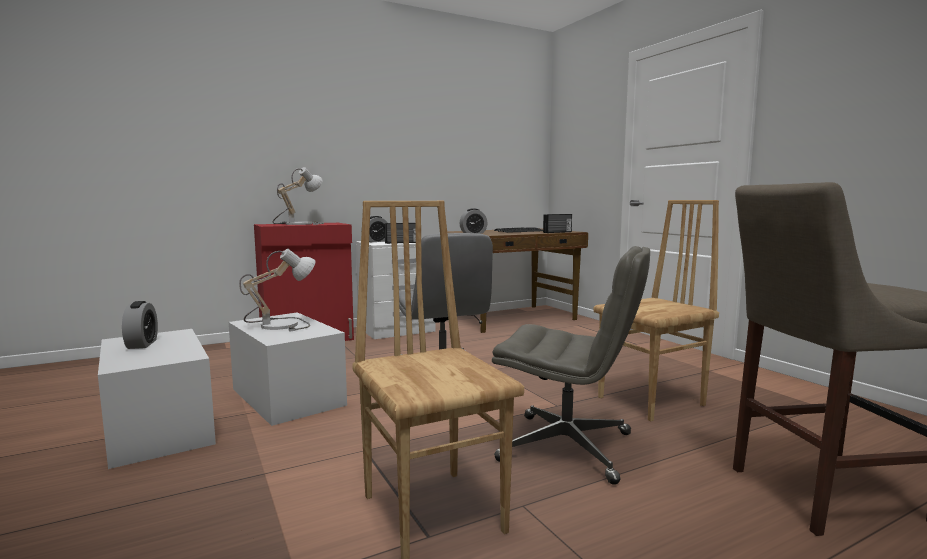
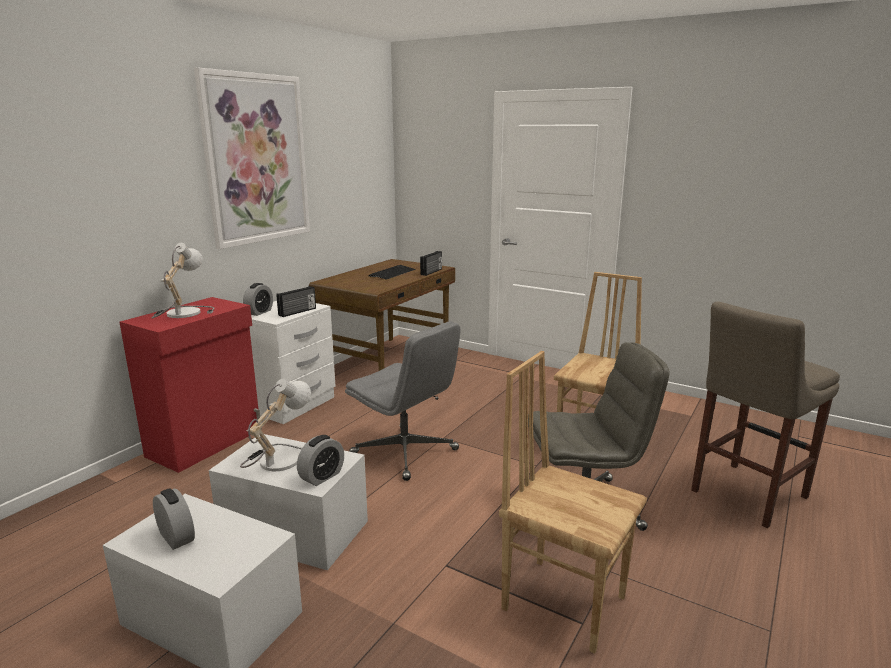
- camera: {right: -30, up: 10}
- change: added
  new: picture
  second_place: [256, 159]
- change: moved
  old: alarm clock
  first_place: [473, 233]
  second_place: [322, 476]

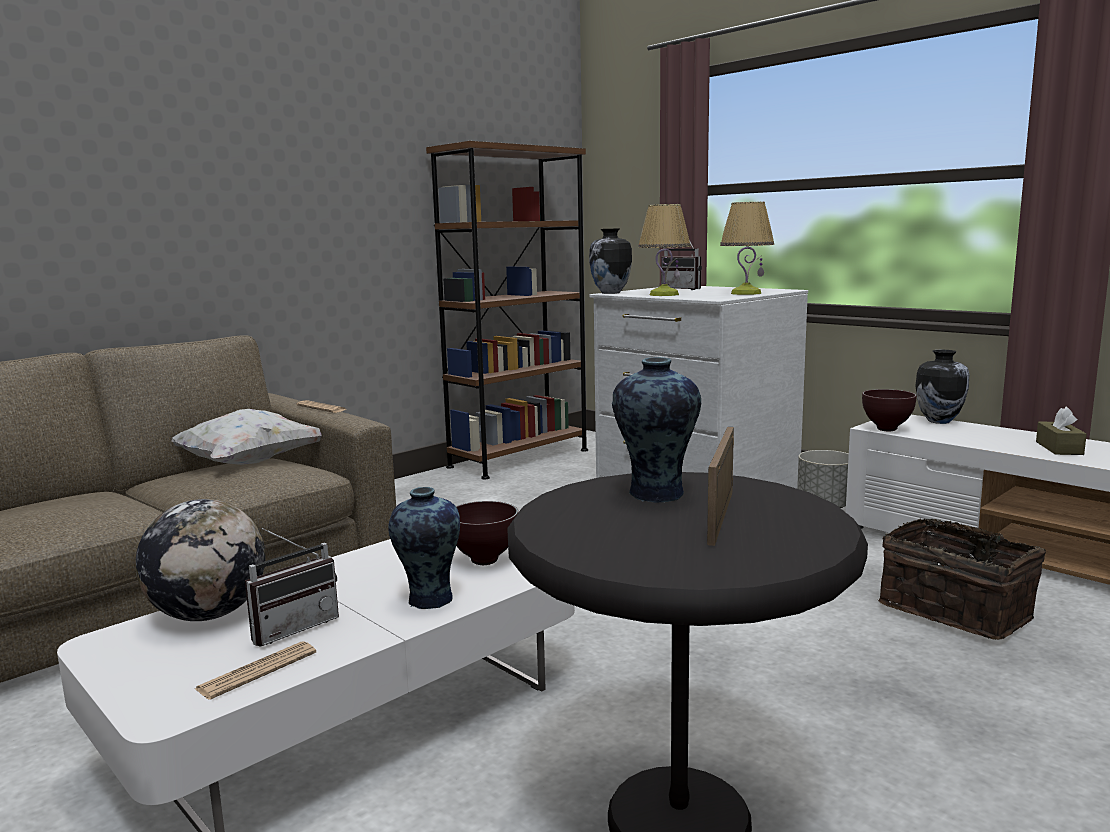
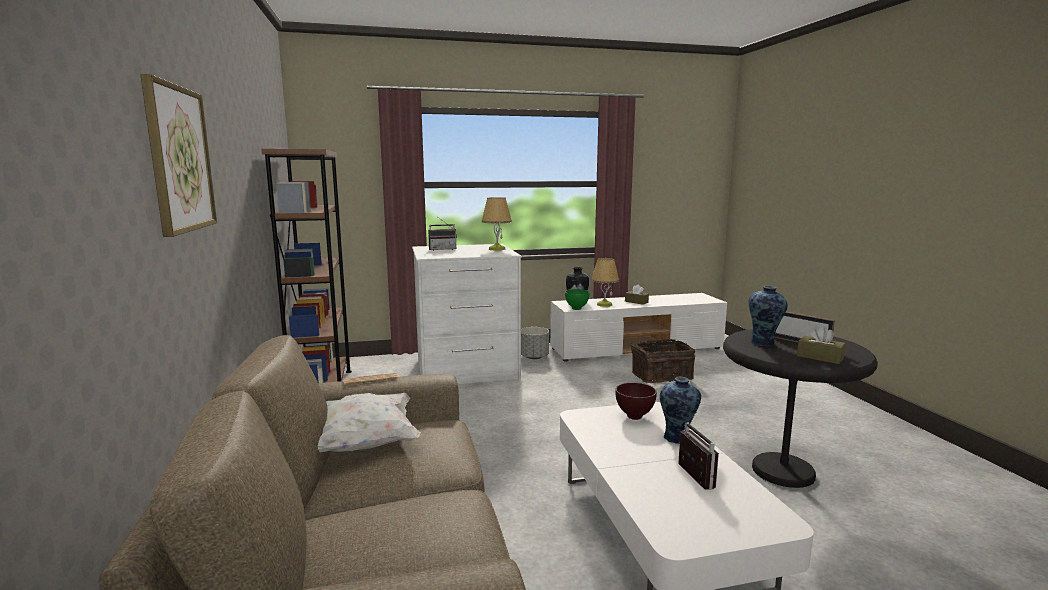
- camera: {right: -60, up: 0}
- change: removed
  old: globe
  first_place: [209, 614]
- change: removed
  old: newspaper
  first_place: [257, 671]
- change: removed
  old: vase
  first_place: [610, 293]
- change: added
  new: picture
  second_place: [179, 159]
- change: added
  new: brown tissue box
  second_place: [820, 357]
- change: moved
  old: table lamp
  first_place: [664, 294]
  second_place: [604, 304]
- change: recoloured
  old: brown bowl
  new: green bowl
  first_place: [886, 429]
  second_place: [576, 309]

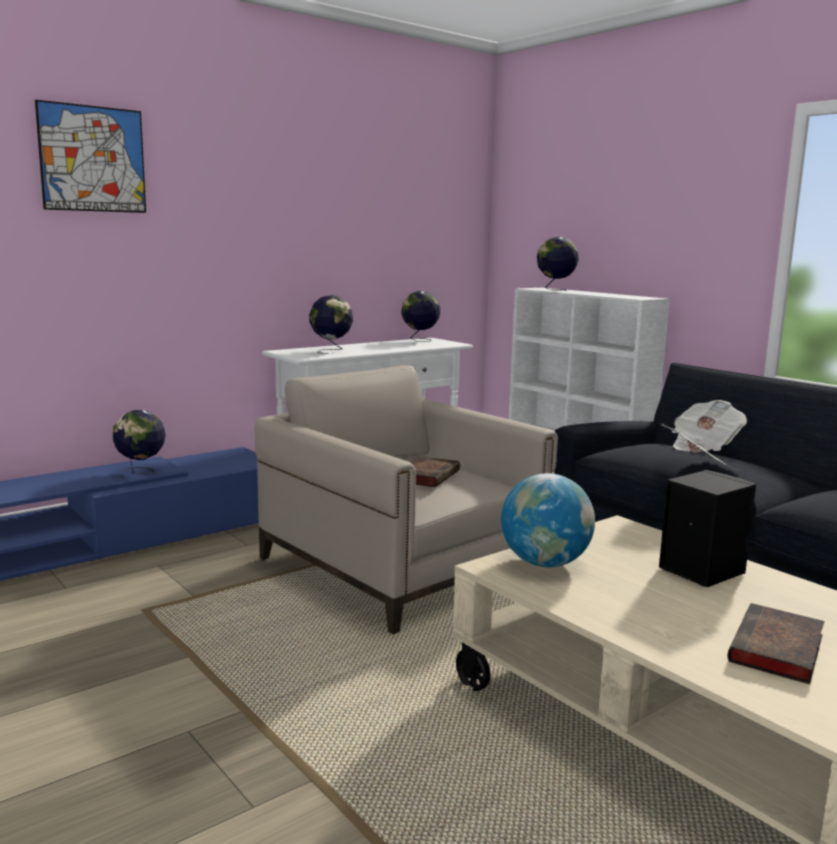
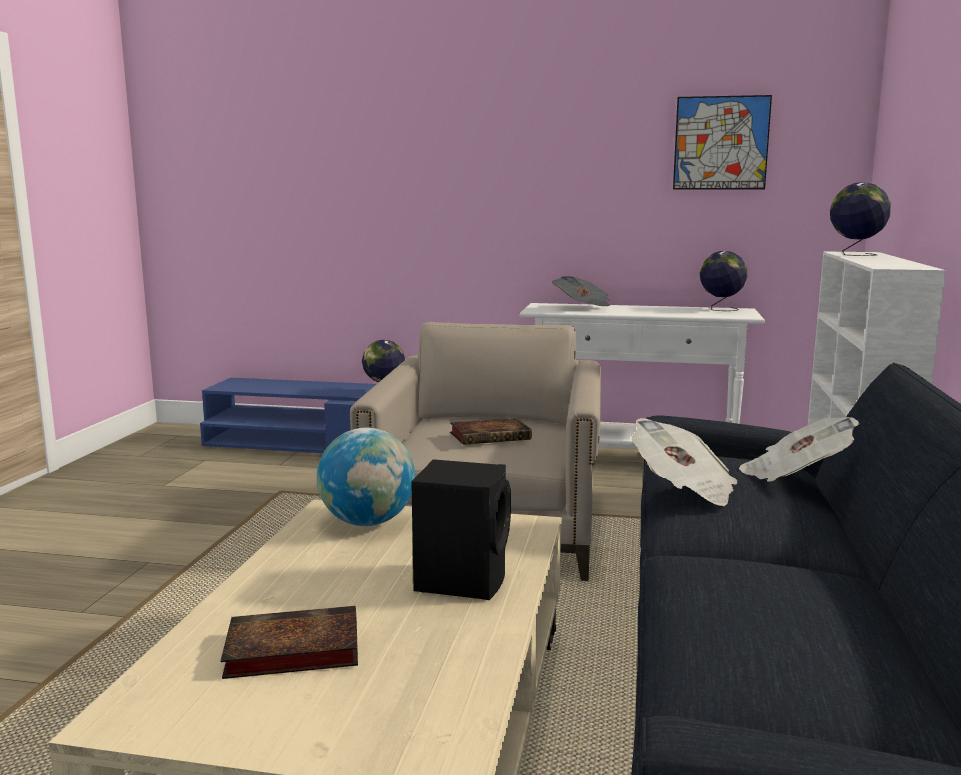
- camera: {right: 50, up: 0}
- change: moved
  old: picture
  first_place: [92, 159]
  second_place: [721, 143]
- change: replaced
  old: globe
  new: newspaper
  first_place: [331, 351]
  second_place: [583, 308]

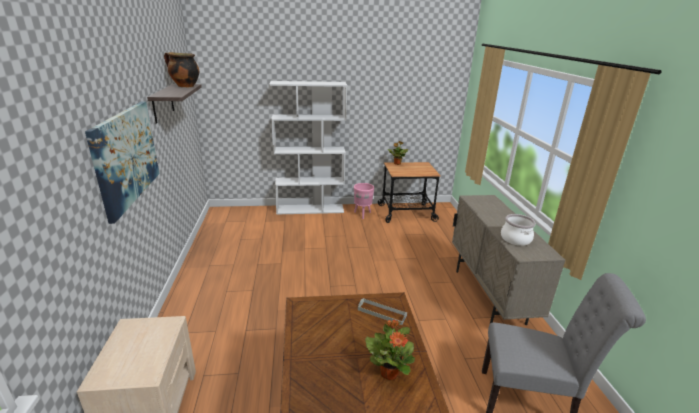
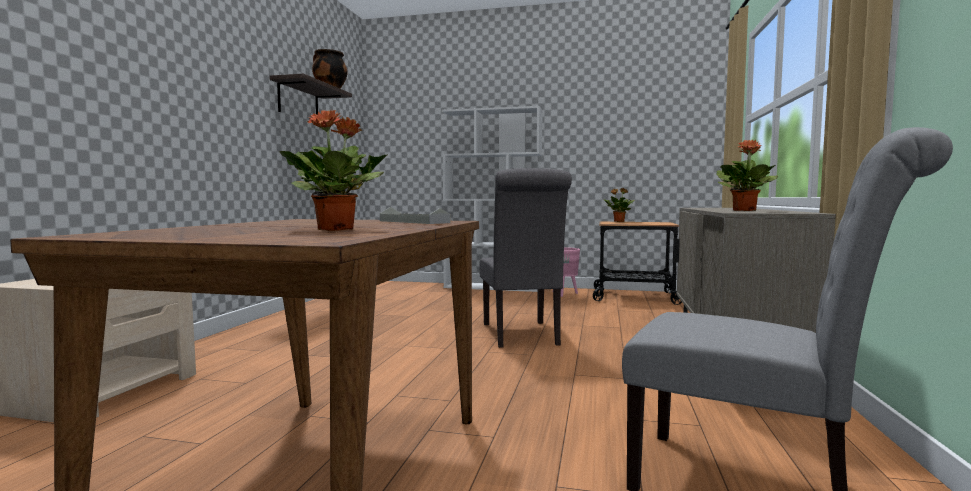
- camera: {right: 20, up: -20}
- change: removed
  old: picture
  first_place: [126, 156]
- change: added
  new: grey chair
  second_place: [522, 335]
- change: replaced
  old: cooking pot
  new: potted plant
  first_place: [516, 239]
  second_place: [744, 210]

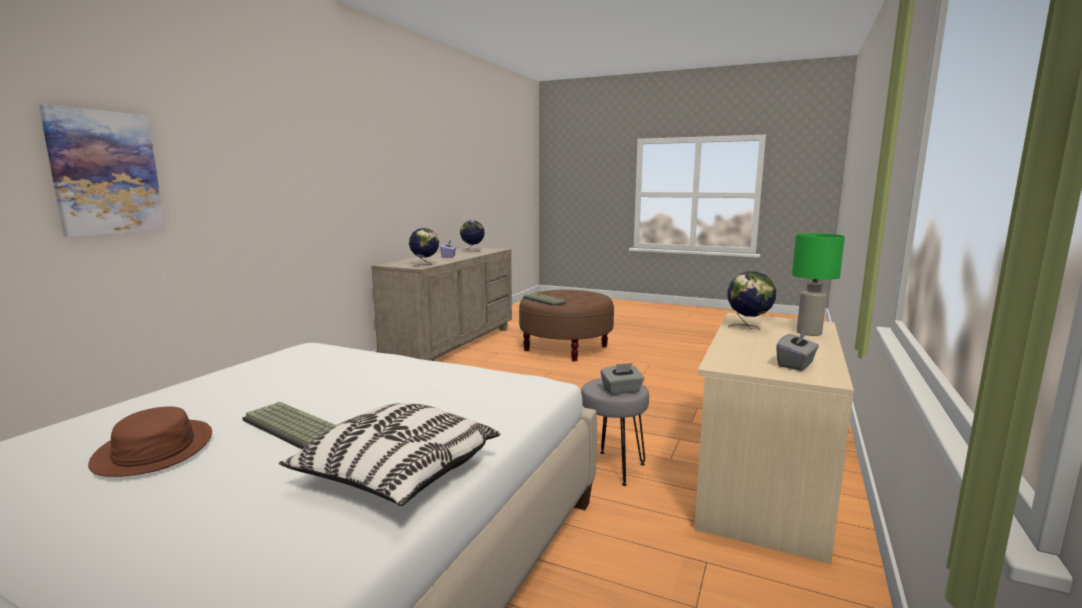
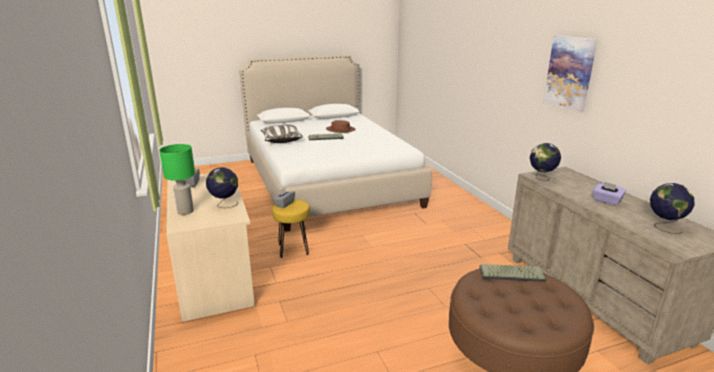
- camera: {right: 135, up: 10}
- change: moved
  old: picture
  first_place: [105, 173]
  second_place: [570, 72]
- change: recoloured
  old: grey stool
  new: yellow stool
  first_place: [612, 467]
  second_place: [293, 249]

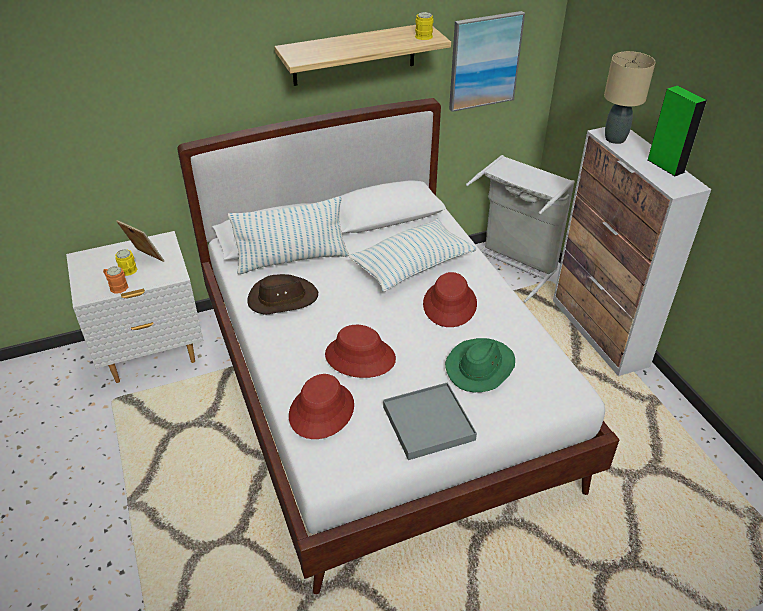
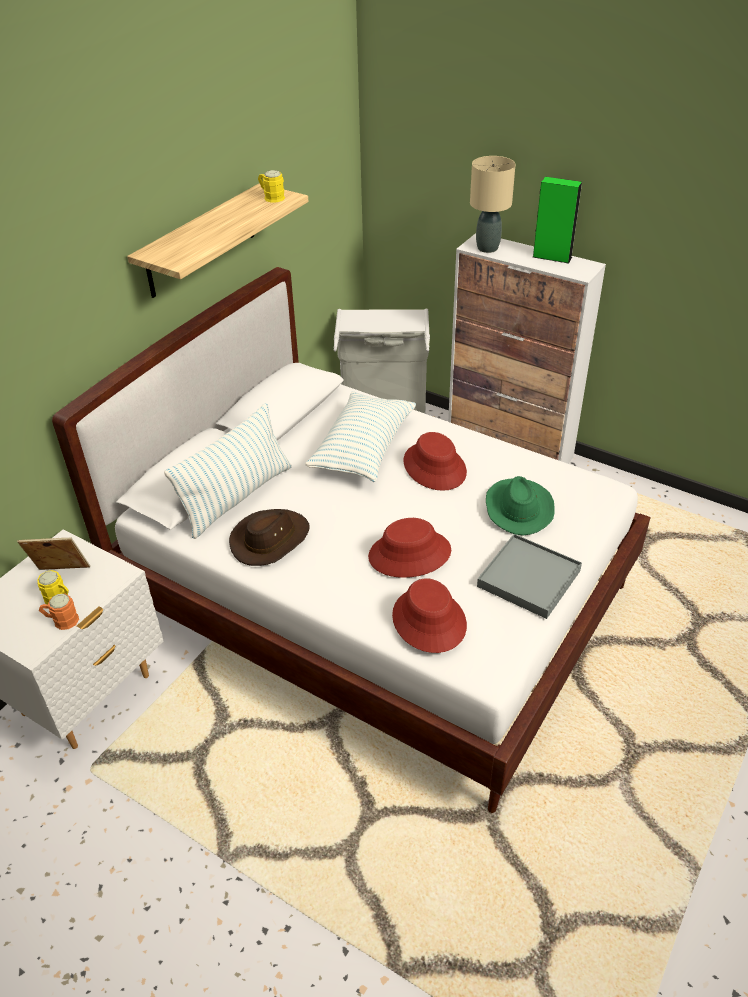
- camera: {right: -35, up: 0}
- change: removed
  old: picture
  first_place: [484, 61]

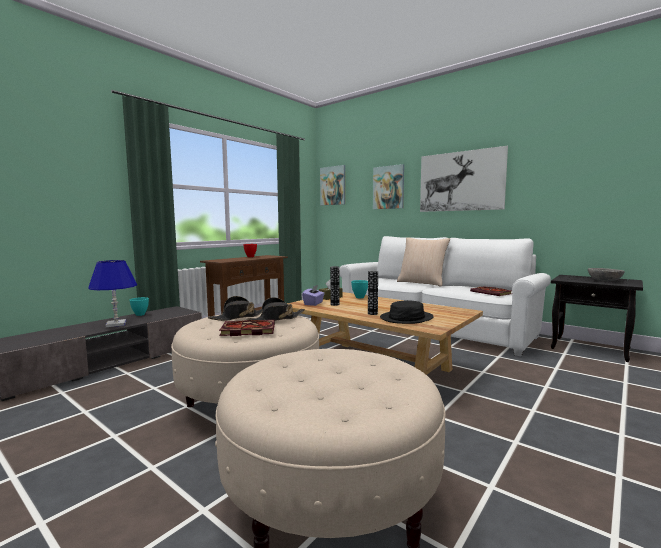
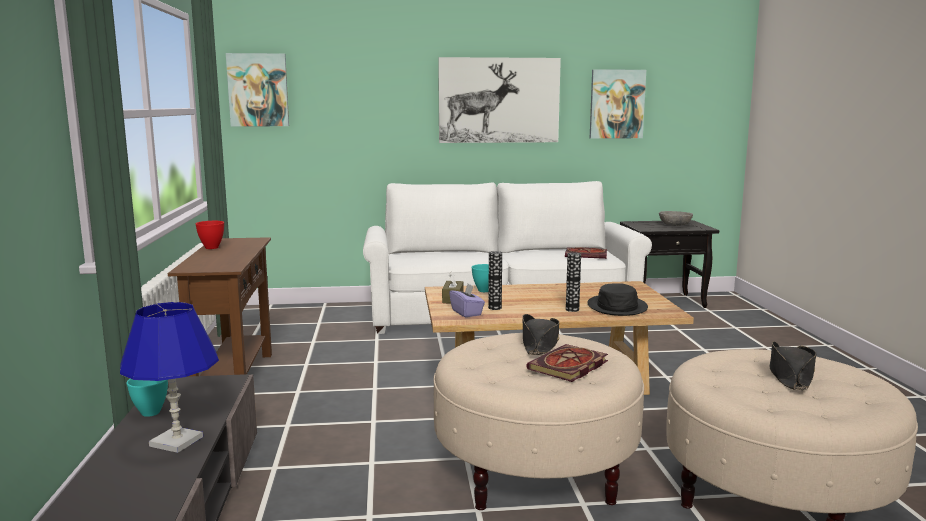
- camera: {right: -45, up: 5}
- change: removed
  old: beige pillow
  first_place: [422, 283]
- change: moved
  old: black hat
  first_place: [238, 317]
  second_place: [790, 375]
- change: moved
  old: picture
  first_place: [388, 187]
  second_place: [616, 104]

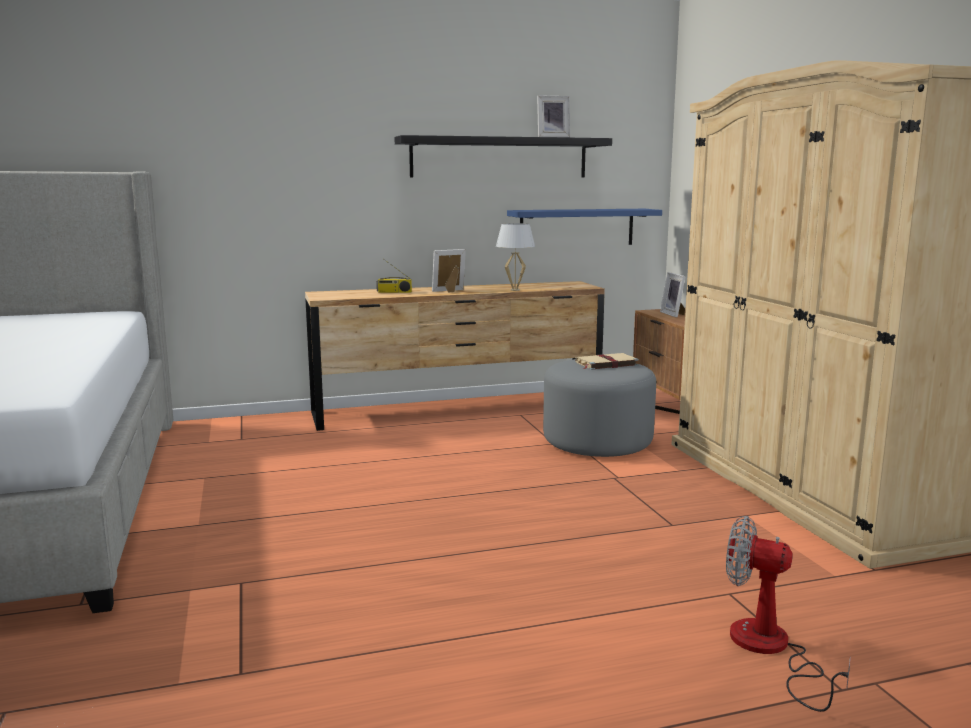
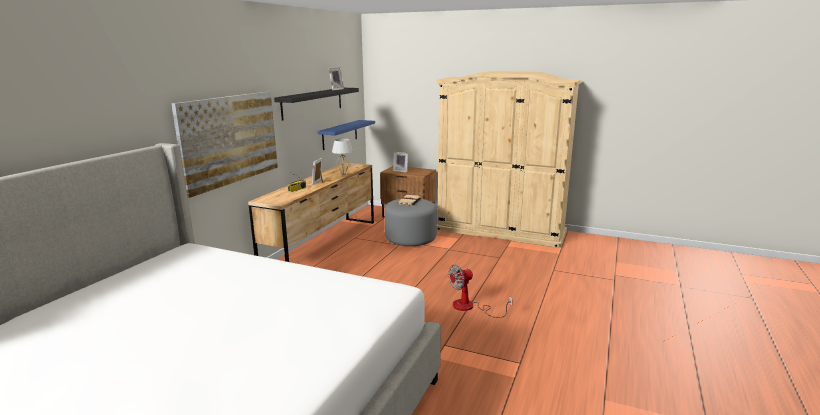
- camera: {right: -50, up: 5}
- change: added
  new: picture
  second_place: [230, 139]
- change: moved
  old: fan
  first_place: [770, 650]
  second_place: [470, 307]

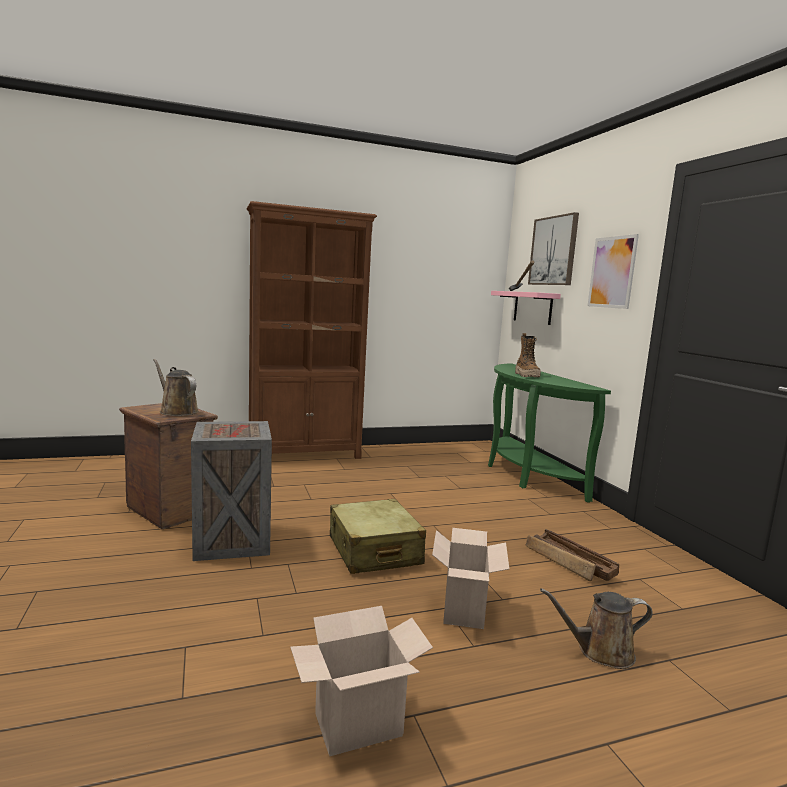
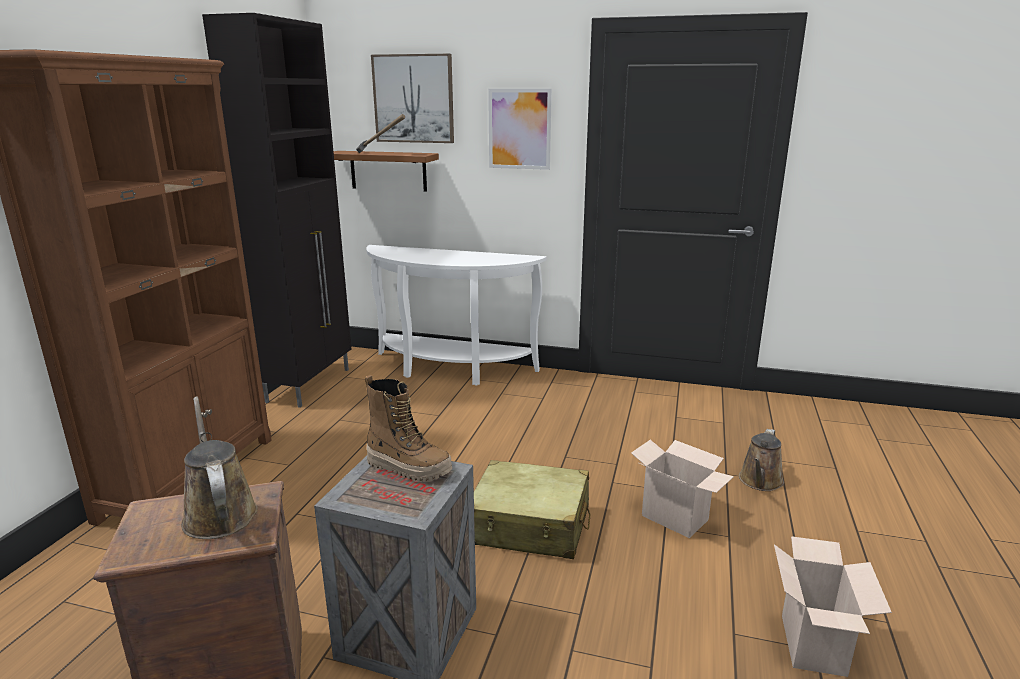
- camera: {right: -55, up: 10}
- change: removed
  old: crate
  first_place: [569, 563]
- change: added
  new: black cabinet
  second_place: [310, 384]
- change: moved
  old: boot
  first_place: [527, 376]
  second_place: [409, 468]
- change: recoloured
  old: green console table
  new: white console table
  first_place: [524, 475]
  second_place: [449, 370]
- change: recoloured
  old: pink shelf
  new: brown shelf
  first_place: [532, 307]
  second_place: [388, 171]
- change: turned
  old: brown watering can
  first_place: [177, 411]
  second_place: [219, 513]
  degrees: 75

